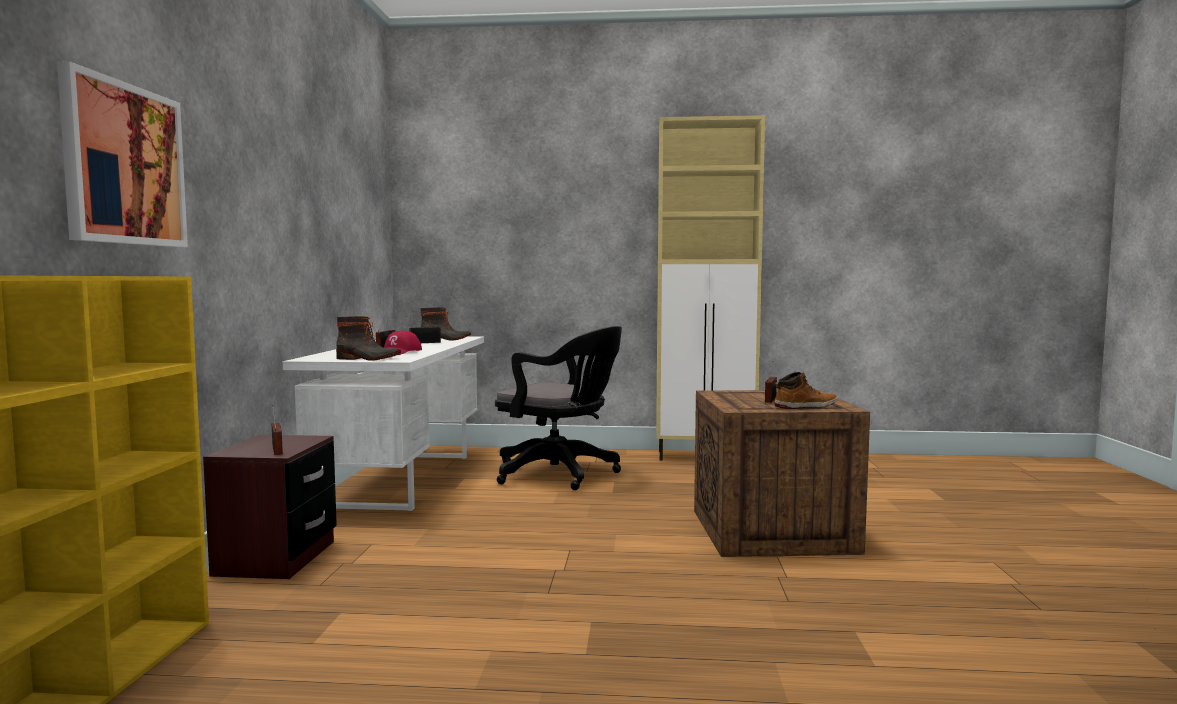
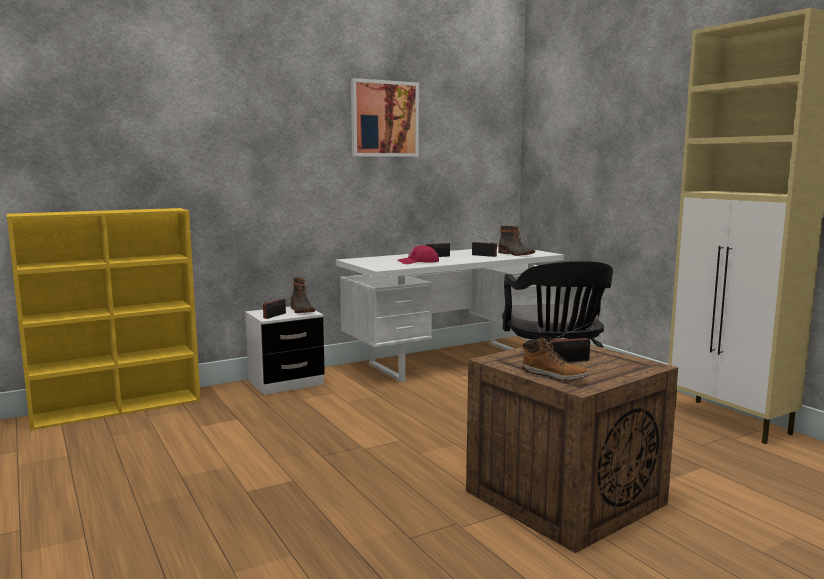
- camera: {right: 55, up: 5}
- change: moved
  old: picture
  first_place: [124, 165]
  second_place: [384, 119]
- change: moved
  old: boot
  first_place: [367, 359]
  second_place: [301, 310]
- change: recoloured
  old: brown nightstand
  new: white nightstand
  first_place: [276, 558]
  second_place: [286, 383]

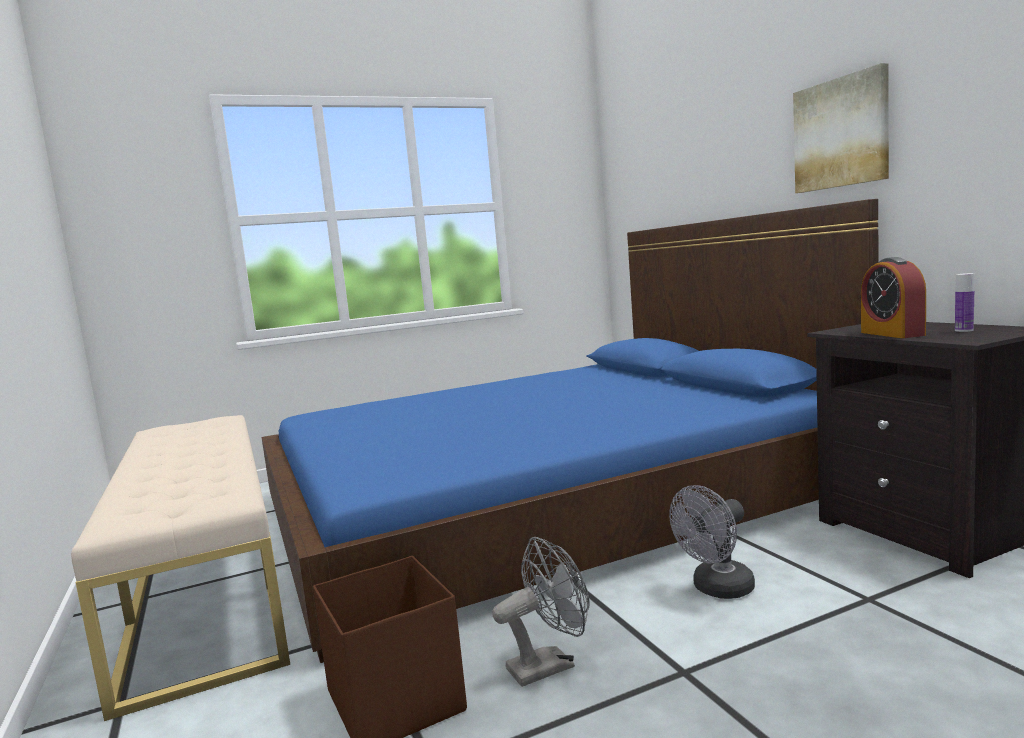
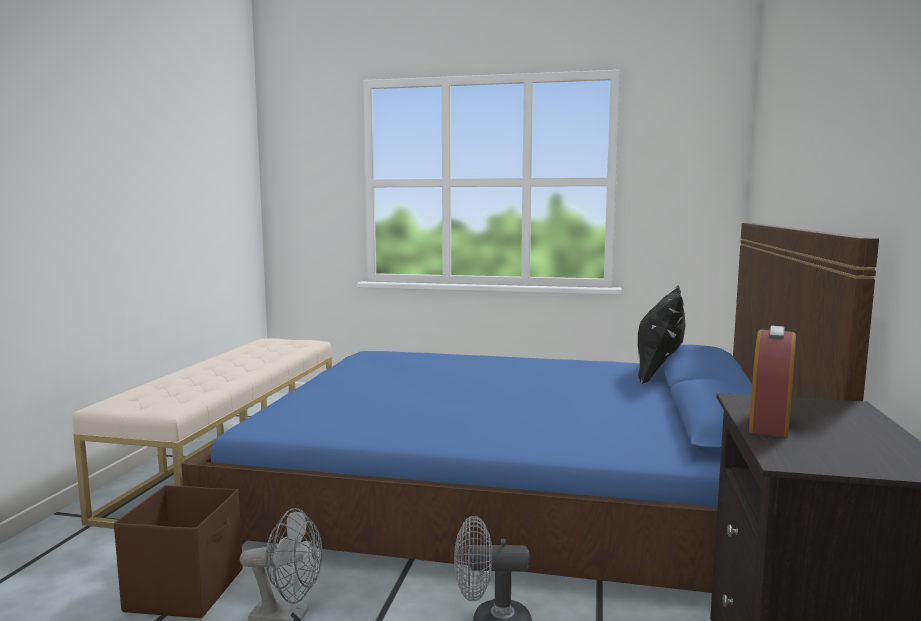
- camera: {right: 35, up: 0}
- change: removed
  old: picture
  first_place: [841, 133]
- change: removed
  old: bottle
  first_place: [964, 330]
- change: added
  new: black pillow
  second_place: [659, 374]

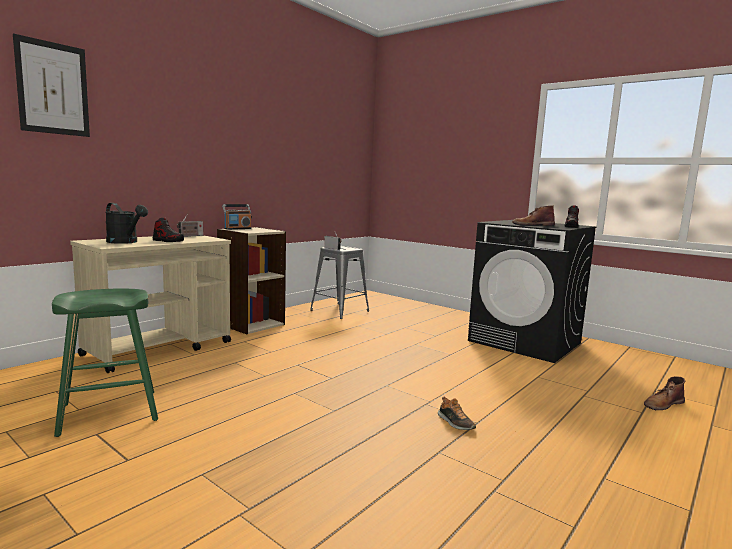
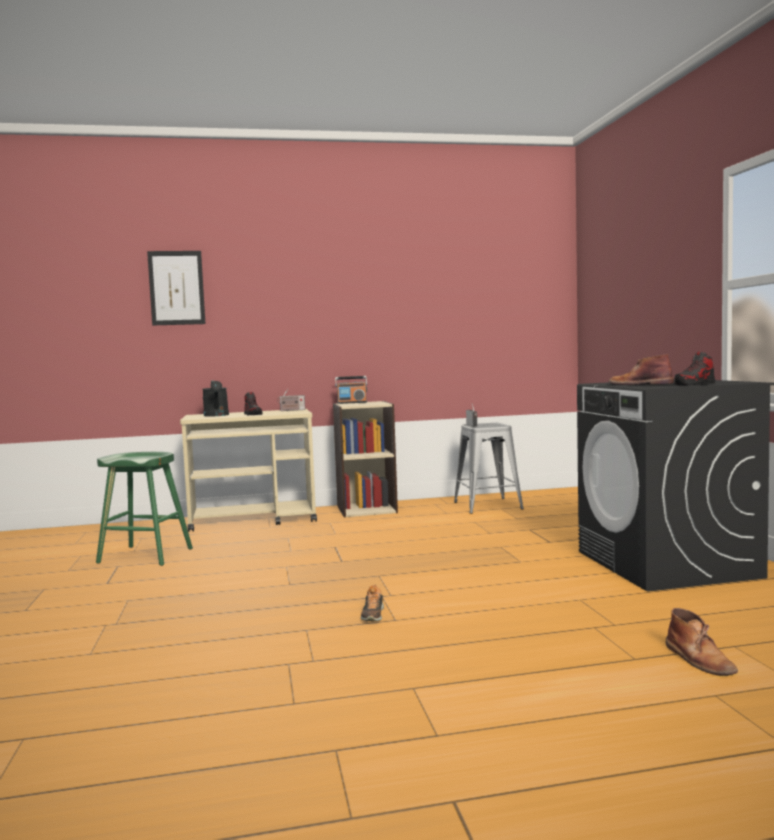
- camera: {right: 40, up: -5}
- change: turned
  old: brown boot
  first_place: [663, 404]
  second_place: [699, 660]
  degrees: -120

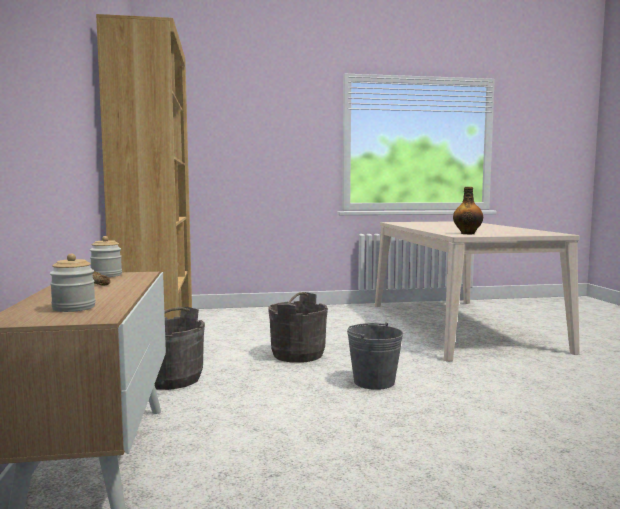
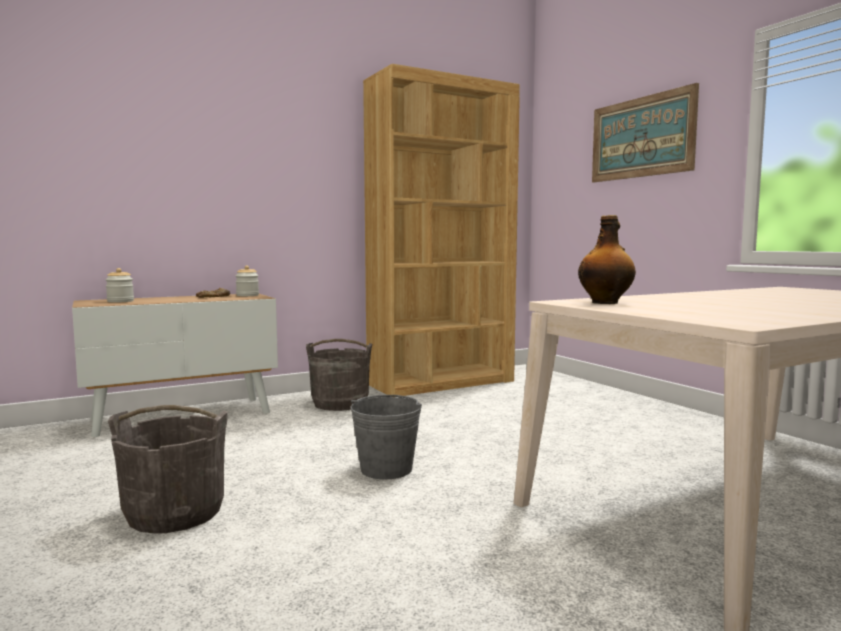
- camera: {right: 70, up: 0}
- change: added
  new: picture
  second_place: [641, 137]
- change: moved
  old: grey bucket
  first_place: [297, 354]
  second_place: [175, 512]

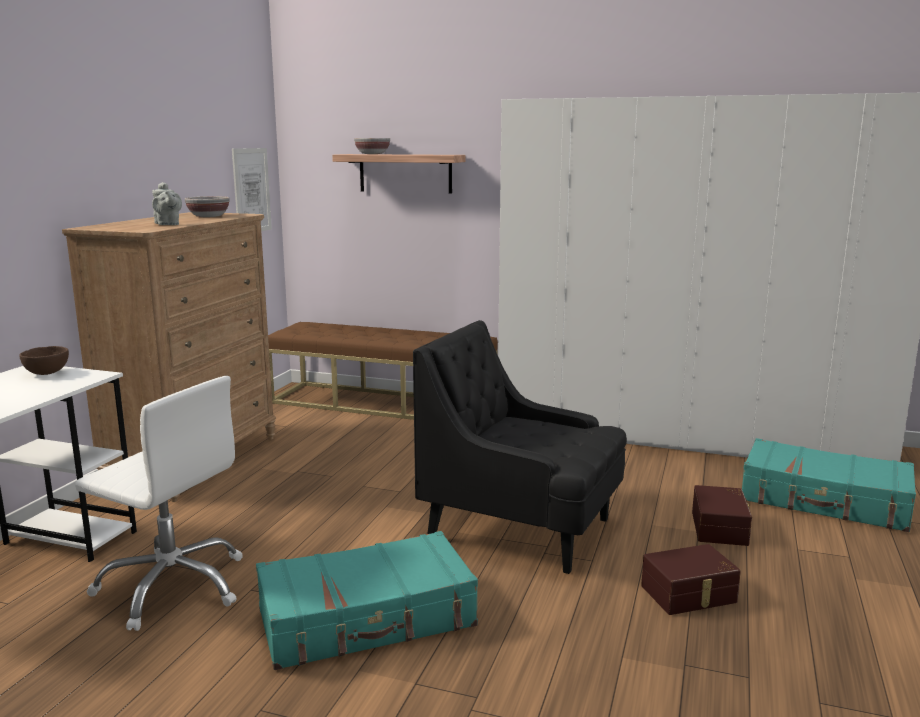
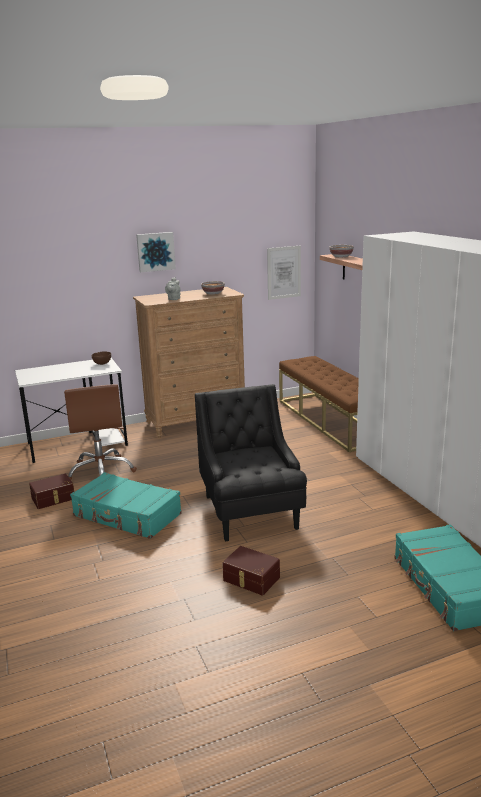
- camera: {right: 50, up: 5}
- change: added
  new: picture
  second_place: [155, 251]
- change: moved
  old: brown storage box
  first_place: [721, 528]
  second_place: [53, 499]
- change: recoloured
  old: white office chair
  new: brown office chair
  first_place: [173, 586]
  second_place: [101, 471]

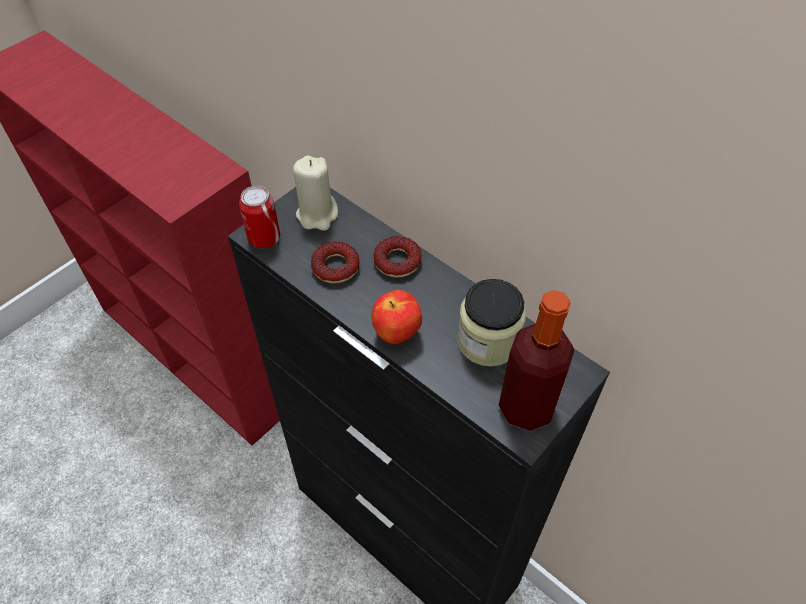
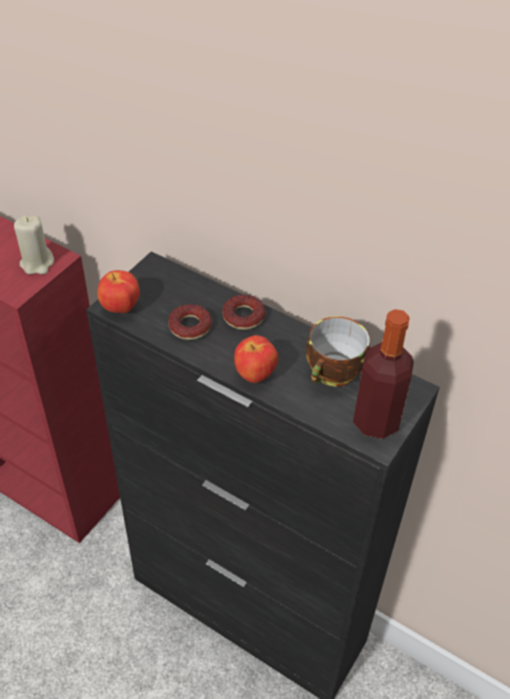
- camera: {right: -10, up: -5}
- change: moved
  old: beige candle
  first_place: [317, 215]
  second_place: [37, 263]
- change: replaced
  old: can
  new: apple
  first_place: [264, 238]
  second_place: [120, 308]
- change: replaced
  old: jar
  new: cup
  first_place: [488, 341]
  second_place: [334, 373]

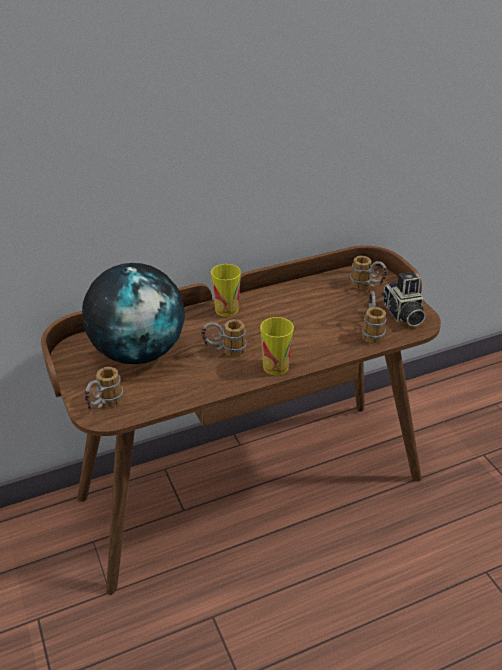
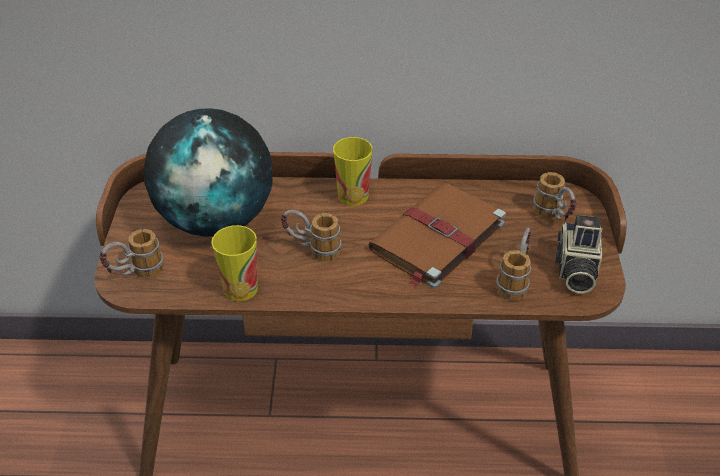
- camera: {right: 25, up: 5}
- change: added
  new: brown book
  second_place: [436, 238]
- change: moved
  old: cup
  first_place: [275, 366]
  second_place: [240, 288]

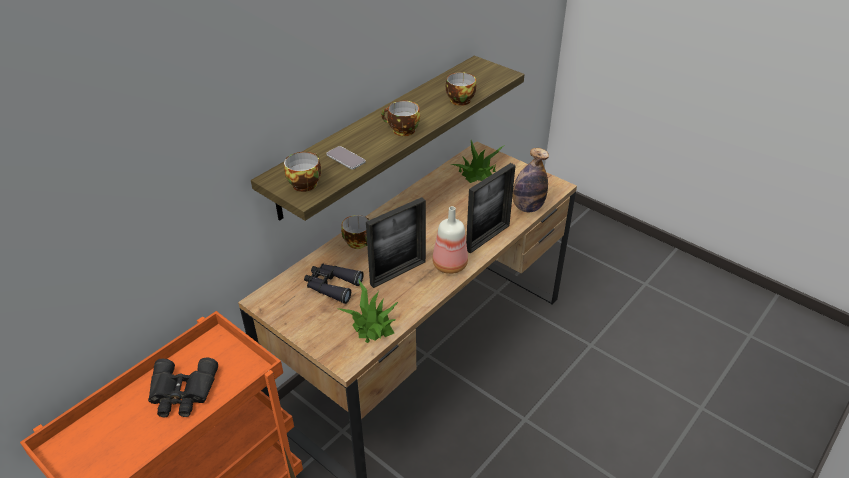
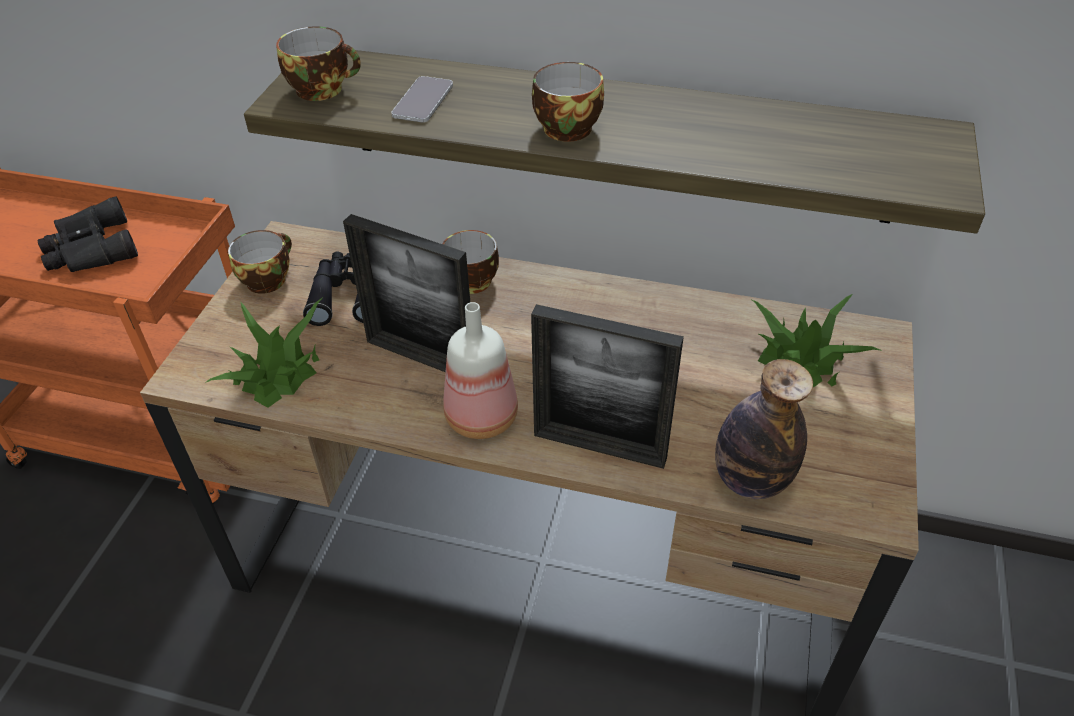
- camera: {right: 65, up: 5}
- change: moved
  old: cup
  first_place: [458, 100]
  second_place: [267, 279]

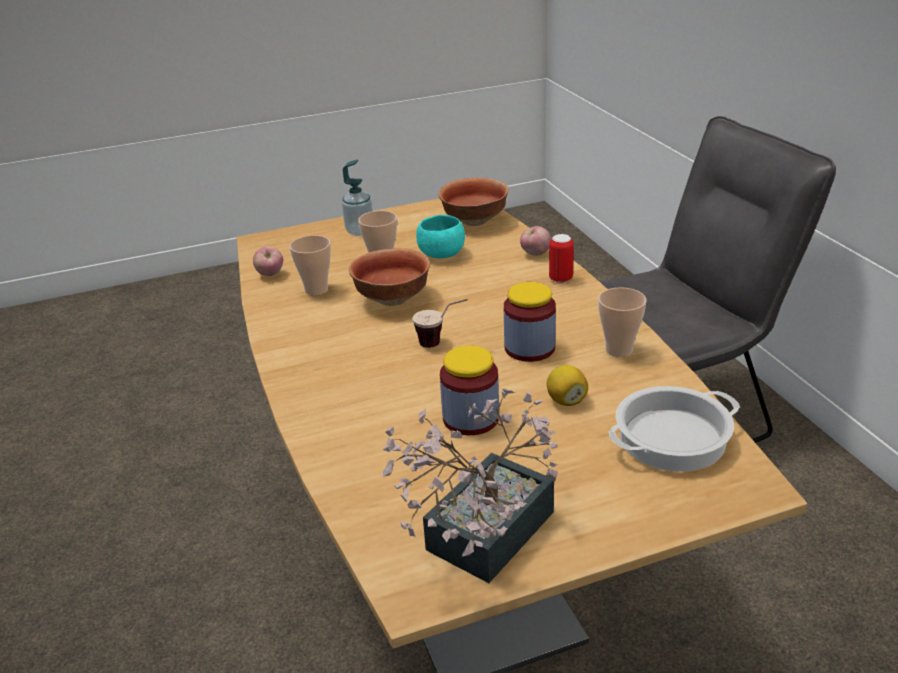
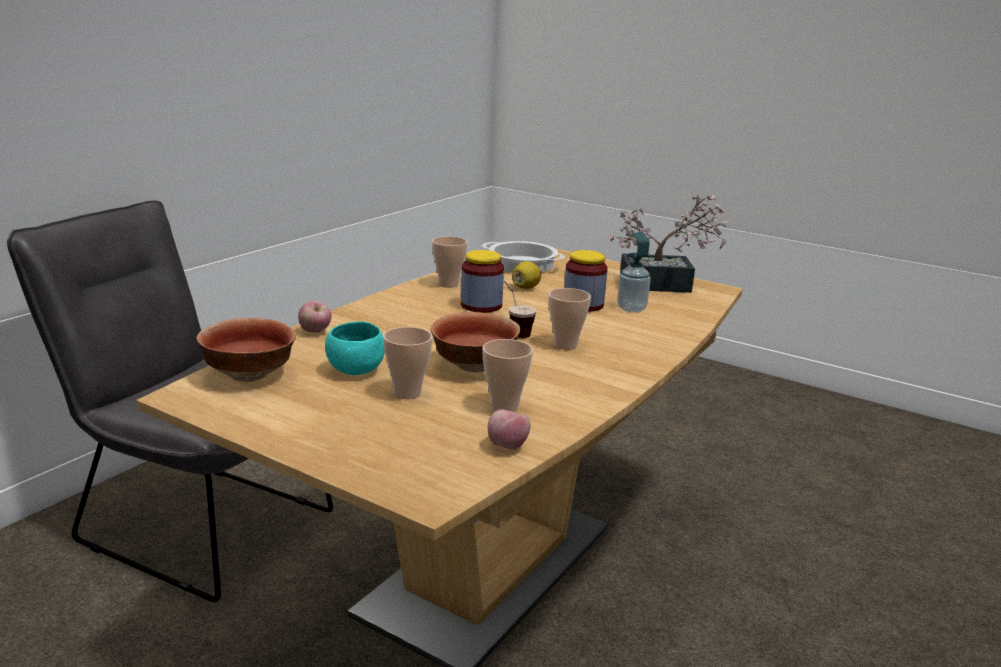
- camera: {right: -130, up: -10}
- change: removed
  old: can
  first_place: [560, 279]
- change: added
  new: cup
  second_place: [565, 345]
- change: moved
  old: soap dispenser
  first_place: [360, 231]
  second_place: [631, 308]

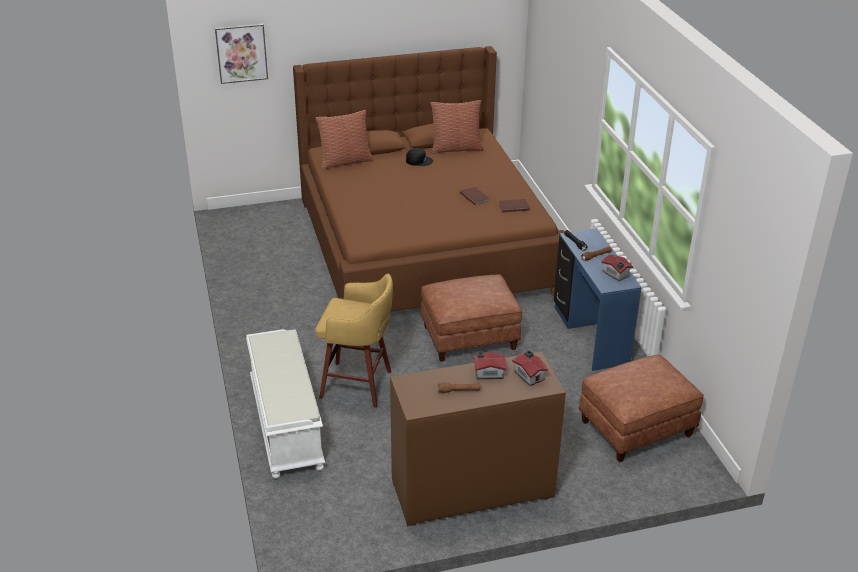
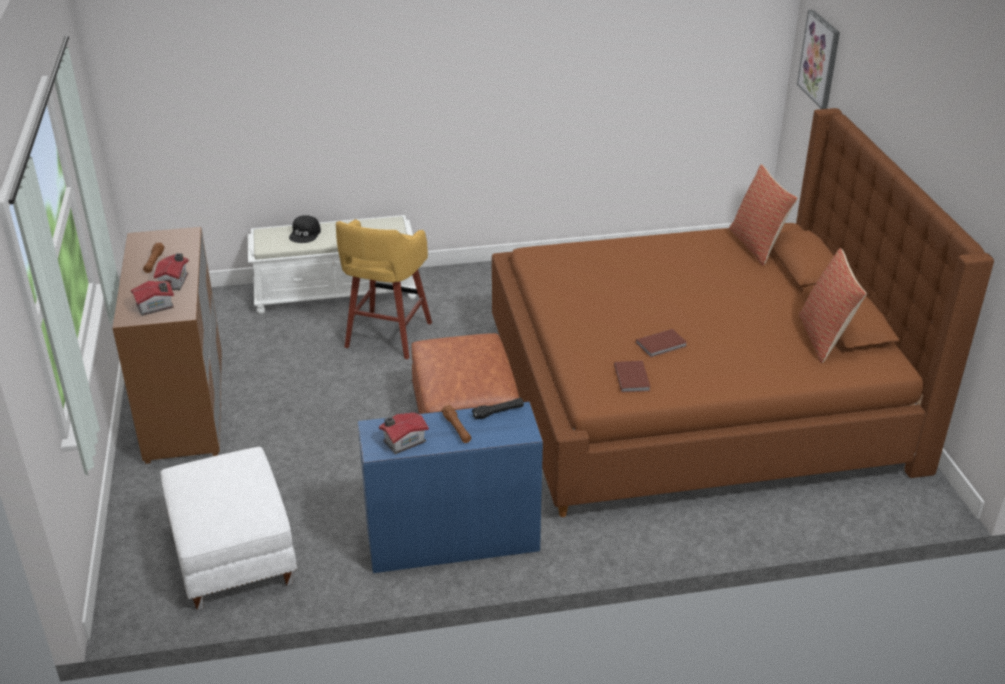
- camera: {right: 95, up: 0}
- change: moved
  old: black cap
  first_place: [419, 160]
  second_place: [305, 234]
- change: recoloured
  old: brown ottoman
  new: white ottoman
  first_place: [636, 429]
  second_place: [232, 554]

